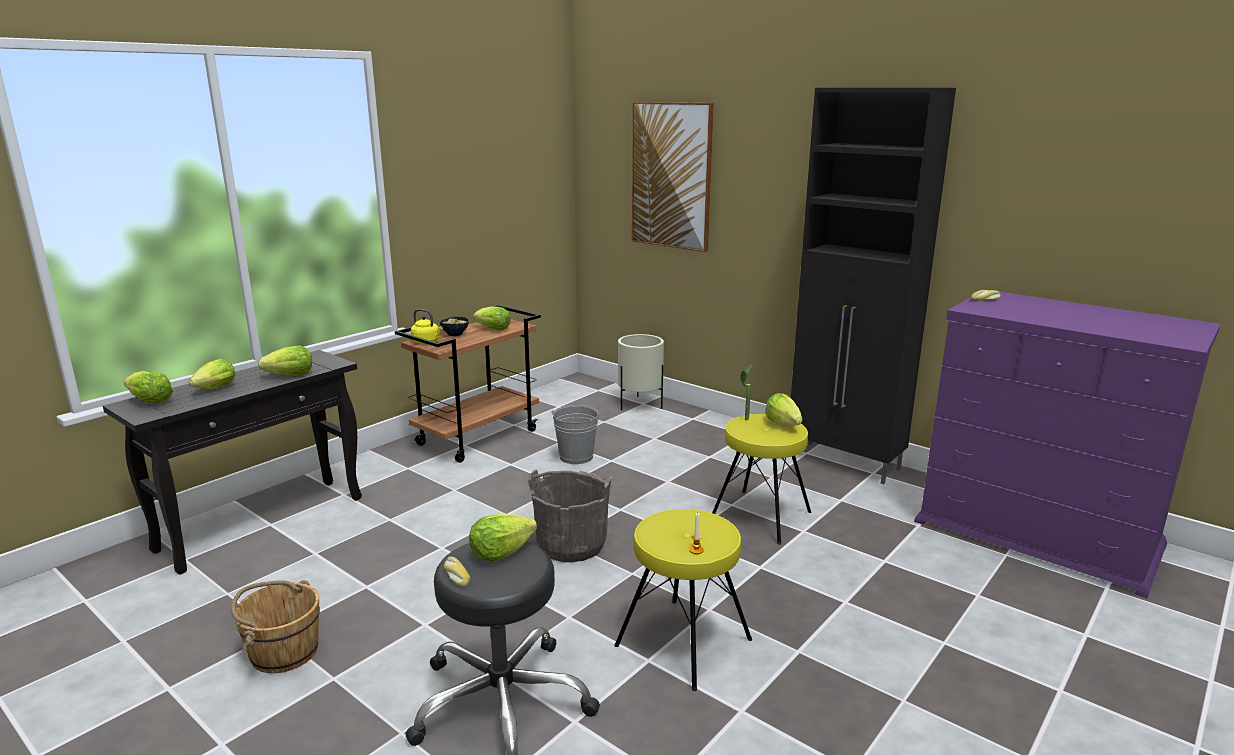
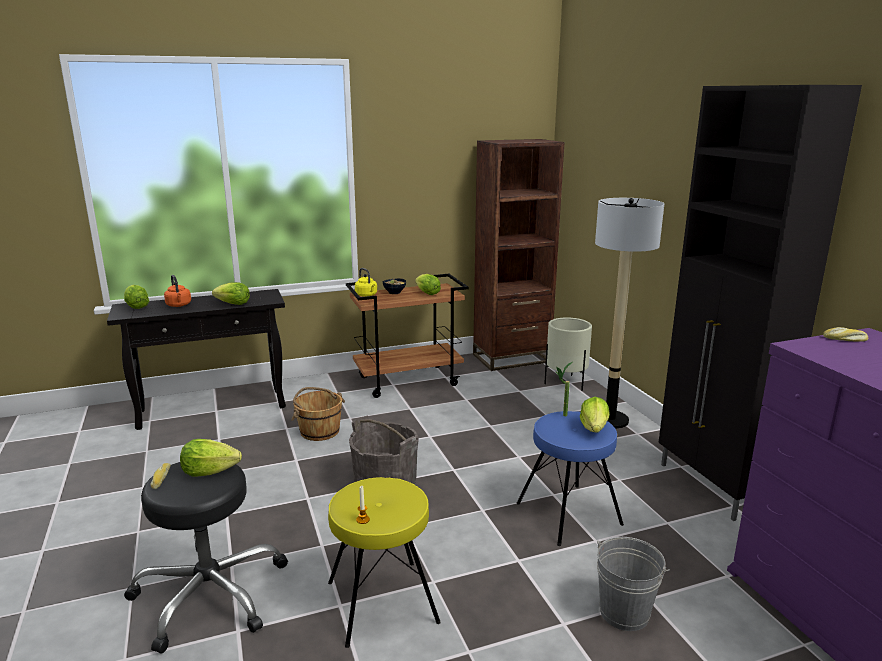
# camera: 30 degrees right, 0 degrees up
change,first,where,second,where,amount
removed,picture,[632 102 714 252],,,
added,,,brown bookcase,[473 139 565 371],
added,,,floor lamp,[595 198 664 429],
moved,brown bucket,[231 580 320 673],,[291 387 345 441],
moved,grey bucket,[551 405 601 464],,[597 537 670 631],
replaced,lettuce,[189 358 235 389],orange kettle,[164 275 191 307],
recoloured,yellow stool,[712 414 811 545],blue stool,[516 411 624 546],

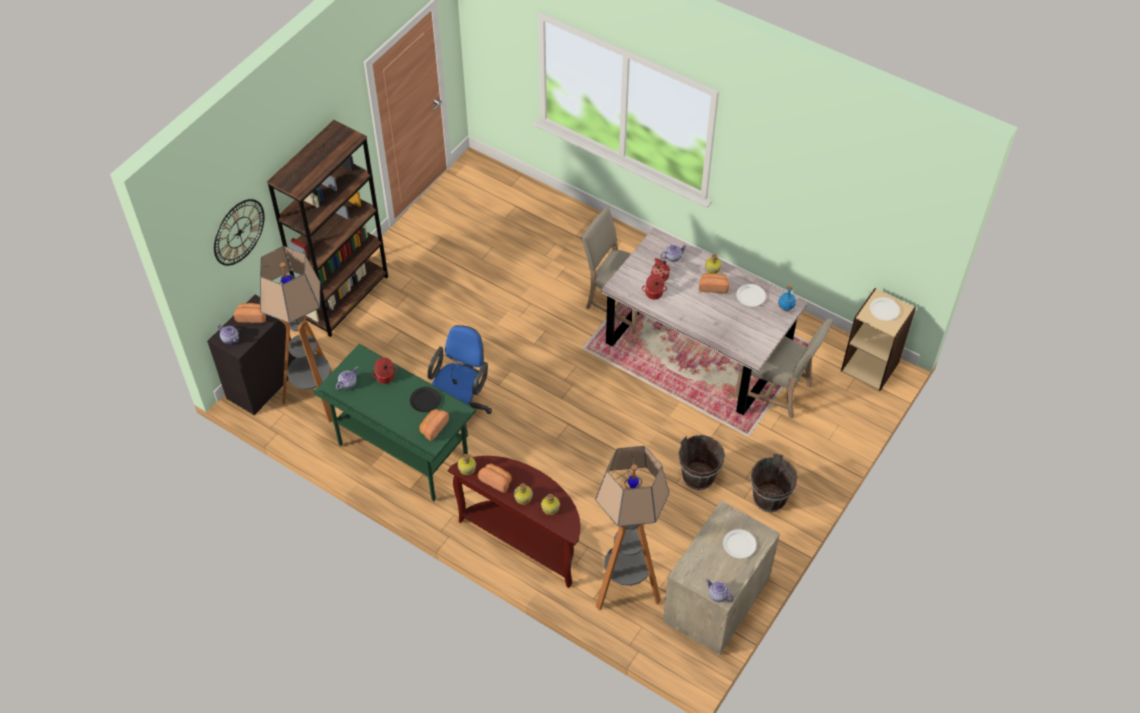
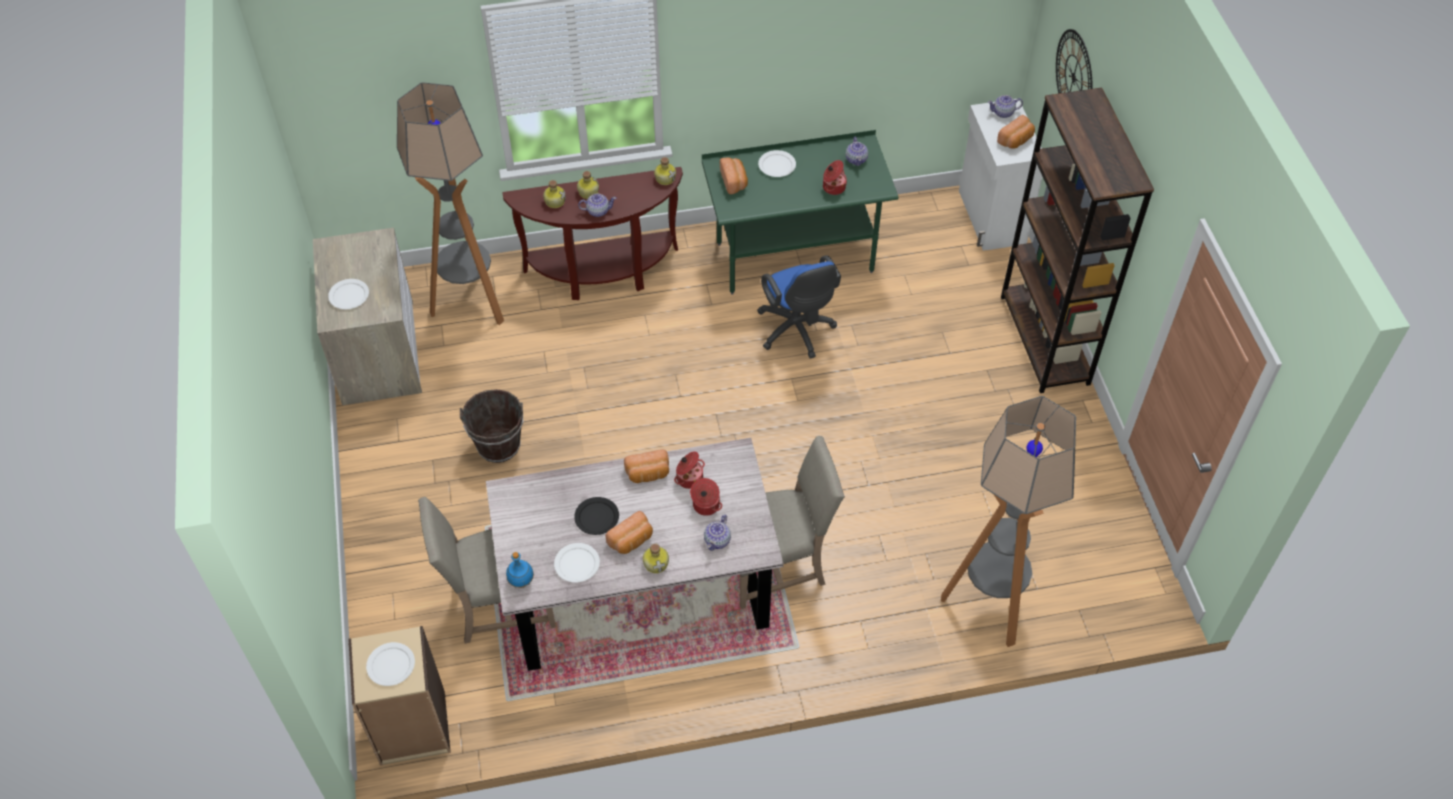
# camera: 135 degrees right, 0 degrees up
change,first,where,second,where,amount
removed,brown bucket,[750 453 798 512],,,
added,,,white plate,[758 150 796 177],
moved,floor lamp,[260 246 333 423],,[941 396 1076 647],
moved,black plate,[410 387 441 412],,[574 497 619 535],
moved,bread,[478 464 512 493],,[624 450 669 483],
moved,teapot,[706 579 734 602],,[578 194 616 217],
recoloured,black cabinet,[207 295 296 415],white cabinet,[959 99 1043 251],

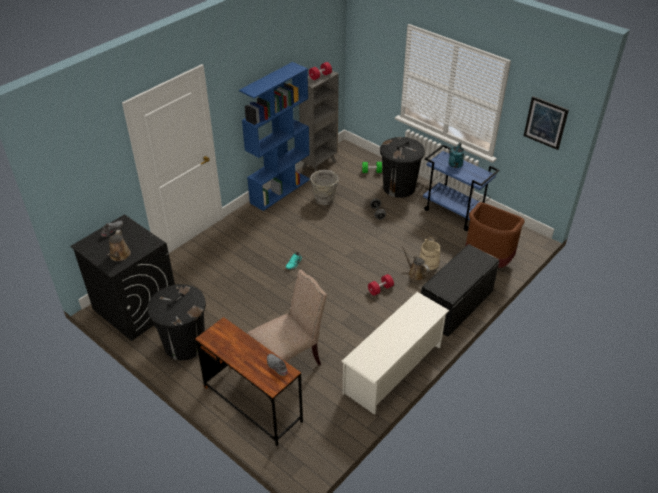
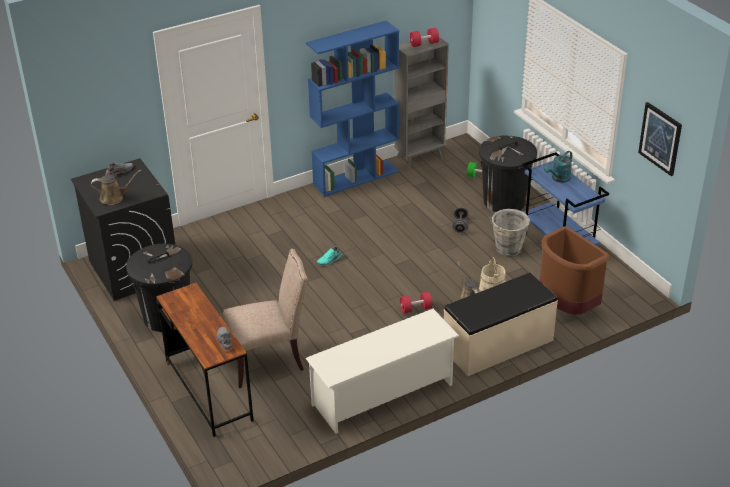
# camera: 20 degrees right, 5 degrees down
change,first,where,second,where,amount
moved,grey bucket,[309 170 339 205],,[489 209 530 256],
recoloured,black bench,[421 244 499 337],beige bench,[444 273 558 376],
turned,brown watering can,[107 230 131 261],,[91 170 141 205],120 degrees counterclockwise

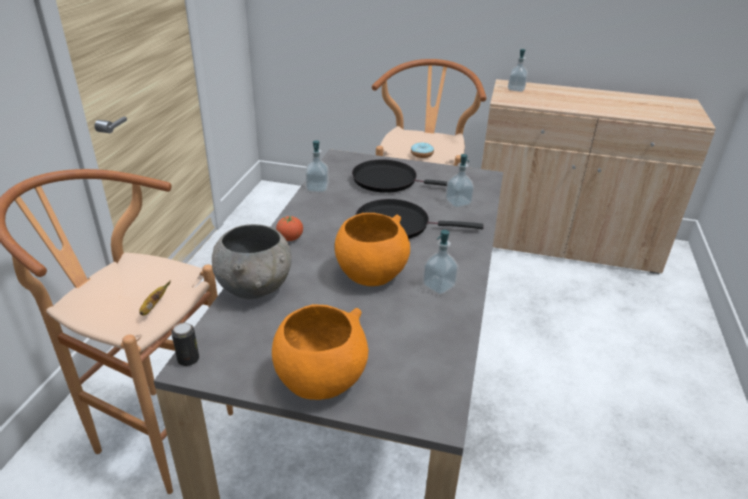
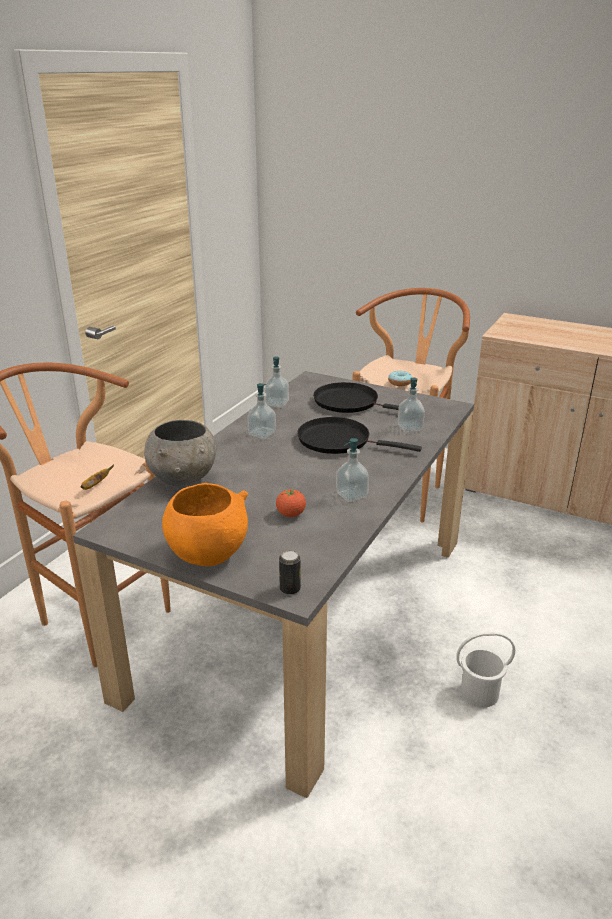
# camera: 15 degrees right, 5 degrees down
change,first,where,second,where,amount
removed,orange bowl,[335 213 410 286],,,
added,,,white bucket,[456 632 515 708],
moved,can,[171 323 199 366],,[279 550 301 595],
moved,tomato,[276 216 303 241],,[276 489 306 517],
moved,soap dispenser,[508 49 528 92],,[247 383 276 439],

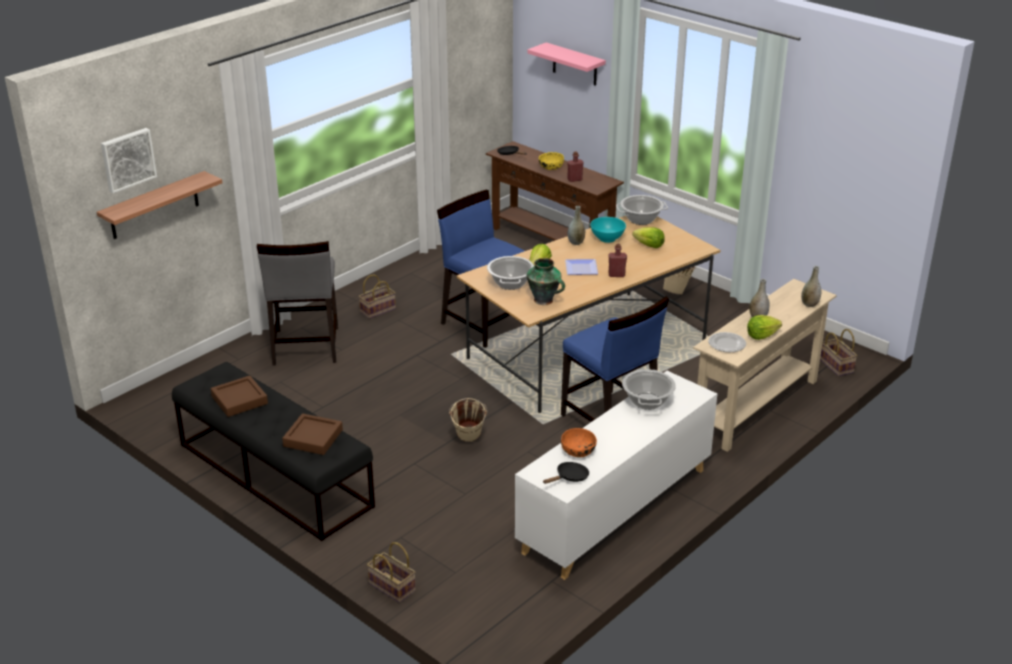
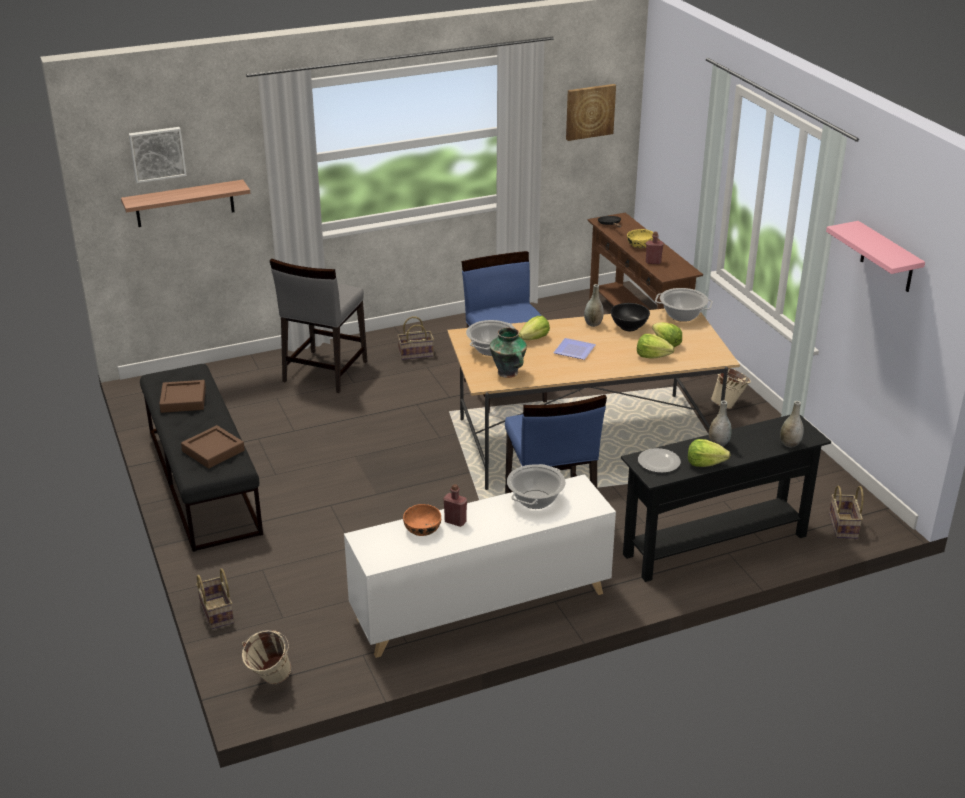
# camera: 25 degrees right, 0 degrees up
change,first,where,second,where,amount
removed,black frying pan,[543 462 589 484],,,
added,,,picture,[566 84 616 141],
added,,,lettuce,[637 334 675 359],
moved,beige bucket,[449 398 487 442],,[242 630 291 684],
moved,pink shelf,[527 42 606 86],,[826 221 925 292],
moved,red bottle,[609 244 627 277],,[444 484 467 527],
recoloured,turquoise bowl,[590 217 626 243],black bowl,[611 303 650 331],
recoloured,beige console table,[693 279 837 452],black console table,[621 415 831 582],

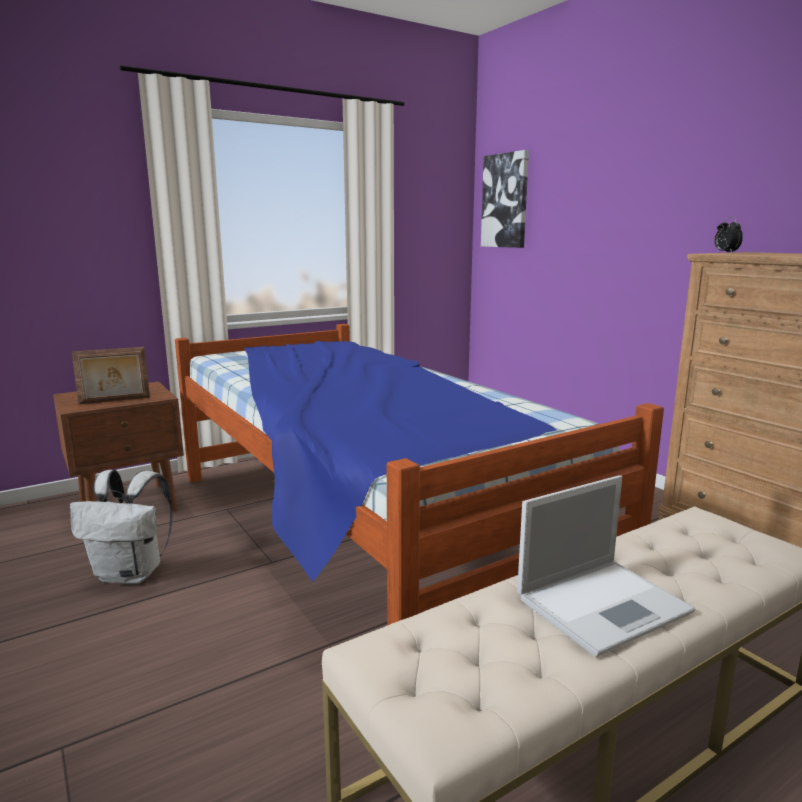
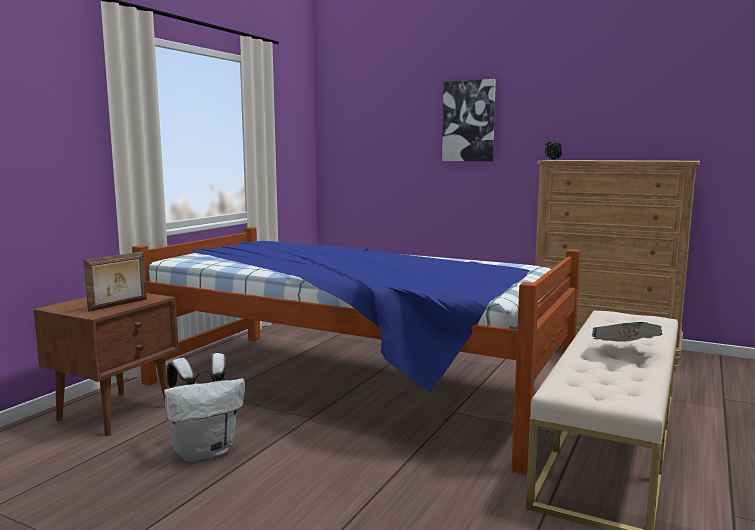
# camera: 30 degrees left, 5 degrees down
change,first,where,second,where,amount
moved,picture,[481 150 529 248],,[442 79 496 161],
replaced,laptop,[517 475 695 657],newspaper,[592 322 662 341],

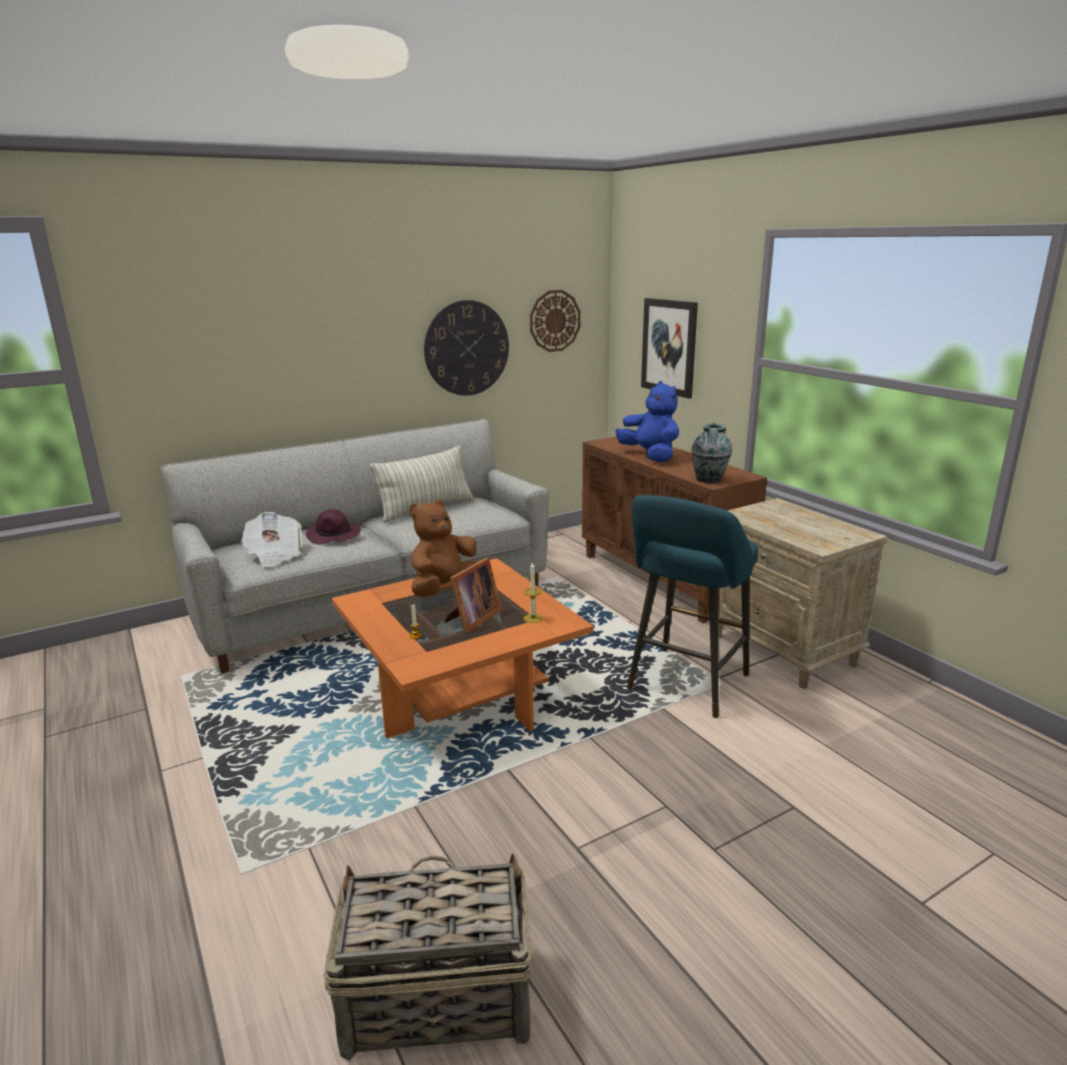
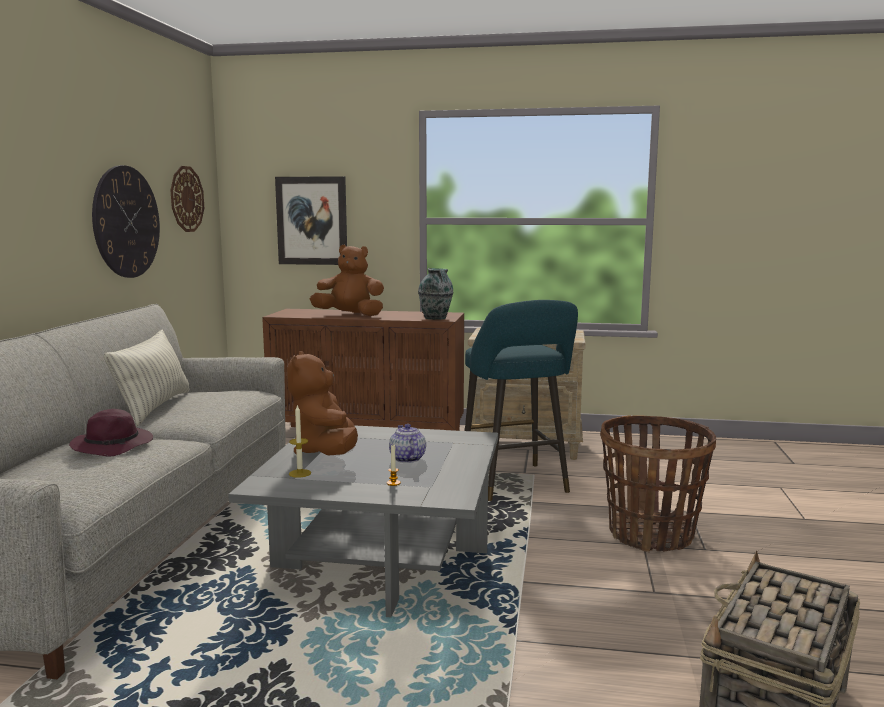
# camera: 50 degrees left, 10 degrees down
change,first,where,second,where,amount
removed,newspaper,[241 512 302 567],,,
added,,,basket,[600 415 716 552],
moved,candle,[524 562 543 623],,[289 404 311 478],
replaced,picture frame,[445 558 502 632],teapot,[389 424 426 463],
recoloured,orange coffee table,[332 558 594 738],grey coffee table,[228 426 498 618],
recoloured,blue plush toy,[616 381 679 462],brown plush toy,[310 244 384 316],

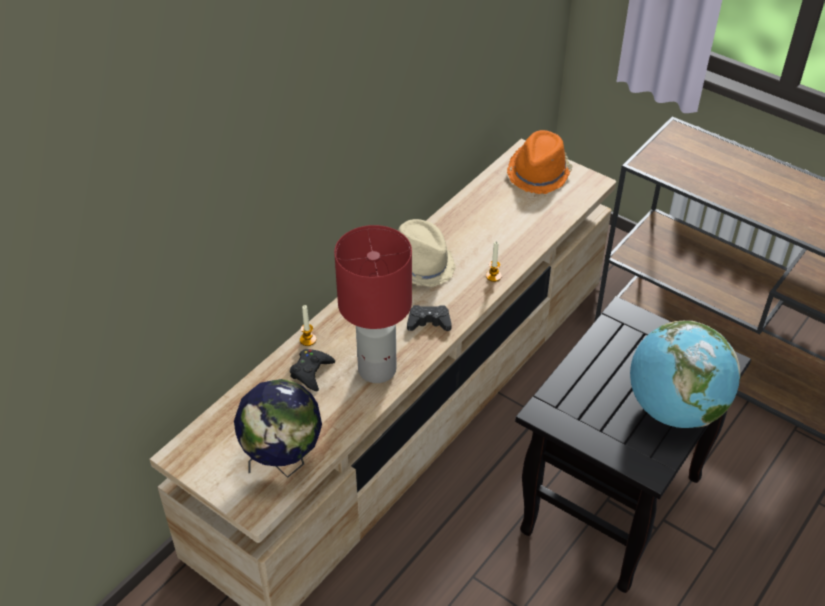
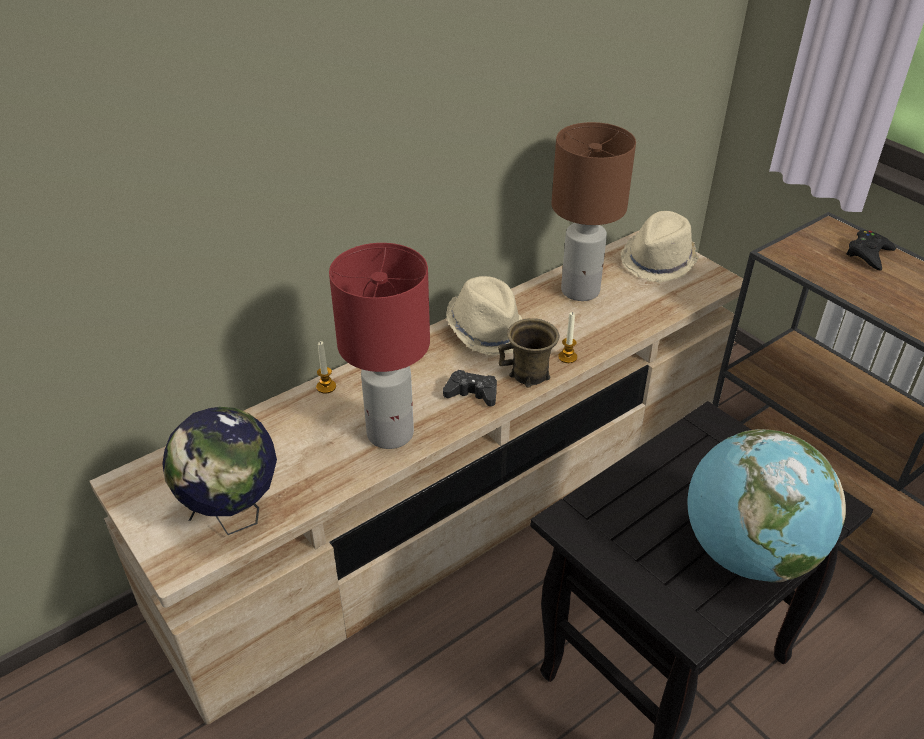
# camera: 15 degrees right, 5 degrees down
change,first,where,second,where,amount
added,,,brown mug,[498 318 559 388],
added,,,brown table lamp,[552 122 636 301],
moved,black game controller,[290 349 335 391],,[846 230 896 271],
recoloured,orange hat,[507 130 573 194],beige hat,[620 211 699 283],

